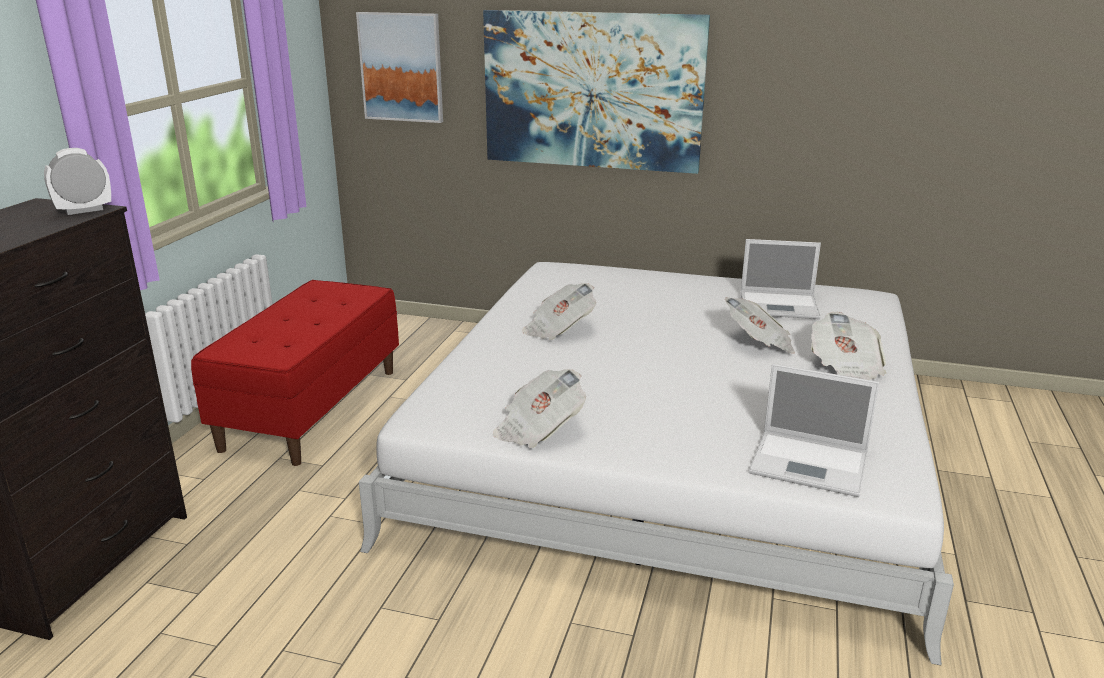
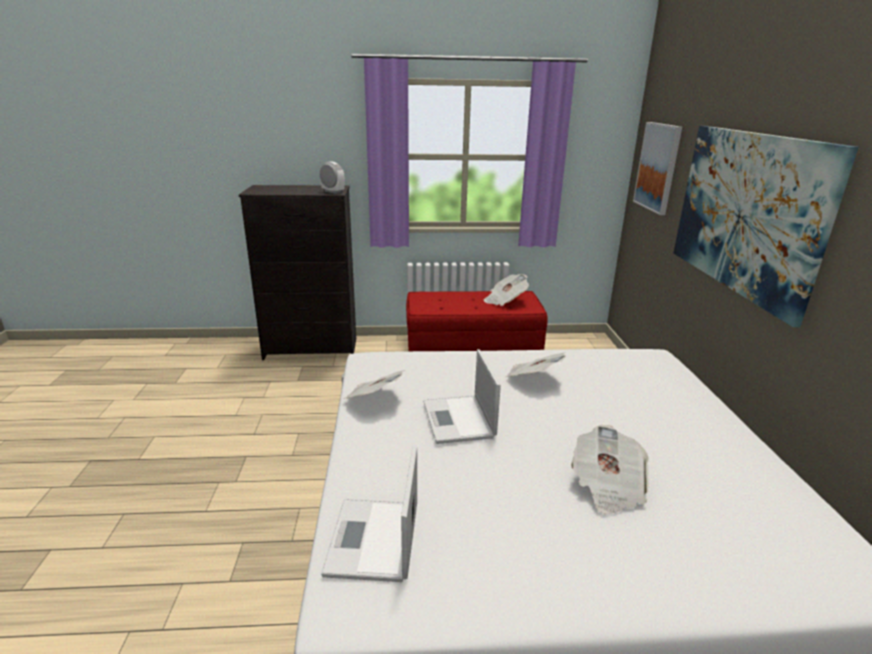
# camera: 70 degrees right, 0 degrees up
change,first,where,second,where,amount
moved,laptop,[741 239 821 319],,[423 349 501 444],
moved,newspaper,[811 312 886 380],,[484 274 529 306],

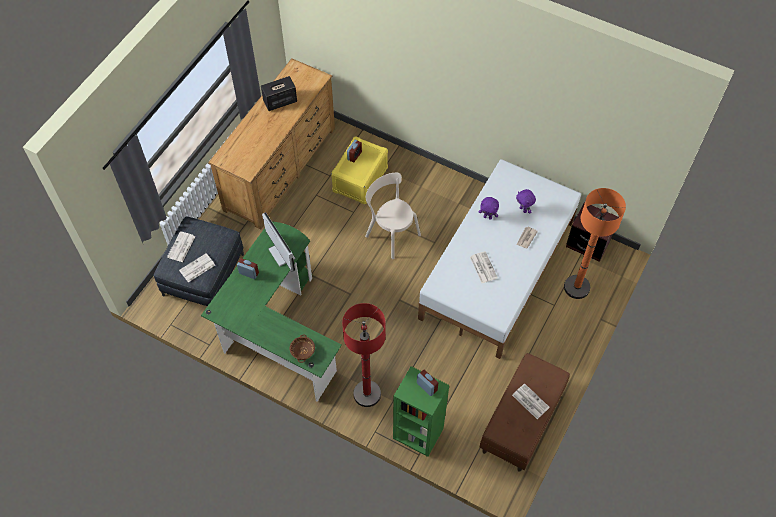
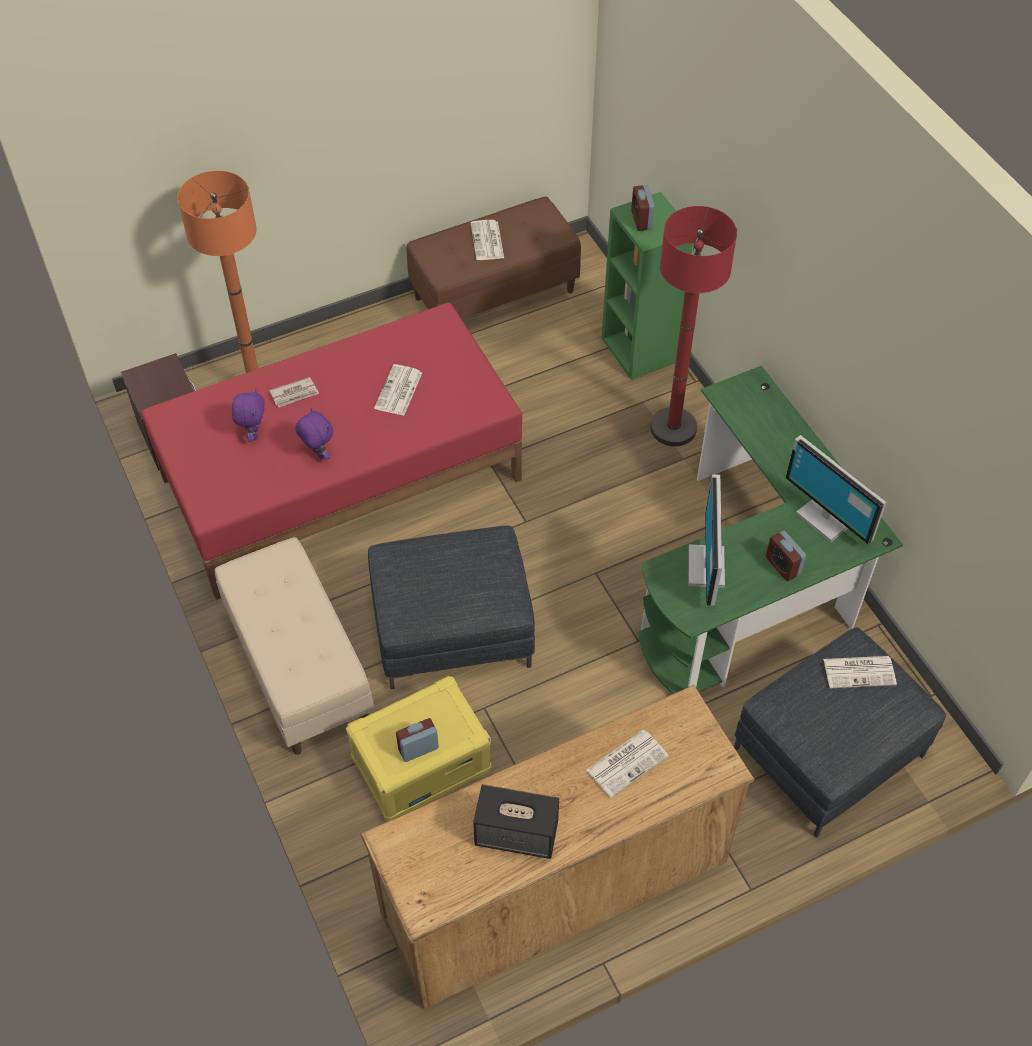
# camera: 145 degrees left, 5 degrees down
change,first,where,second,where,amount
removed,brown bowl,[290 334 315 363],,,
added,,,beige bench,[215 537 374 755],
added,,,monitor,[786 435 886 544],
moved,newspaper,[167 231 195 262],,[587 730 669 798],
replaced,beige chair,[365 173 421 259],grey ottoman,[368 526 535 689],
recoloured,white bed,[418 159 581 359],red bed,[141 303 522 600],

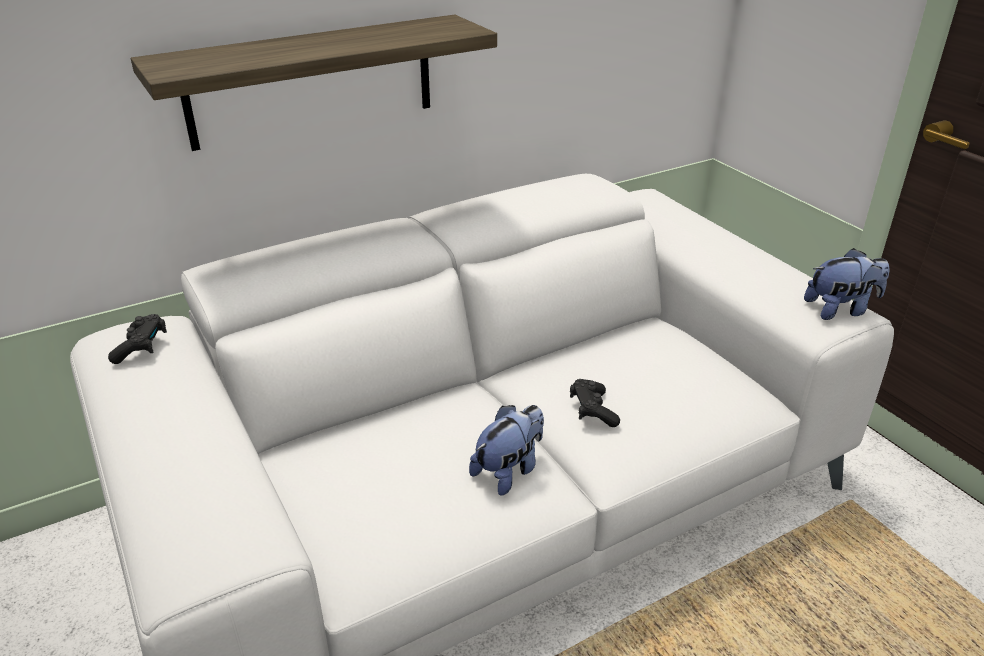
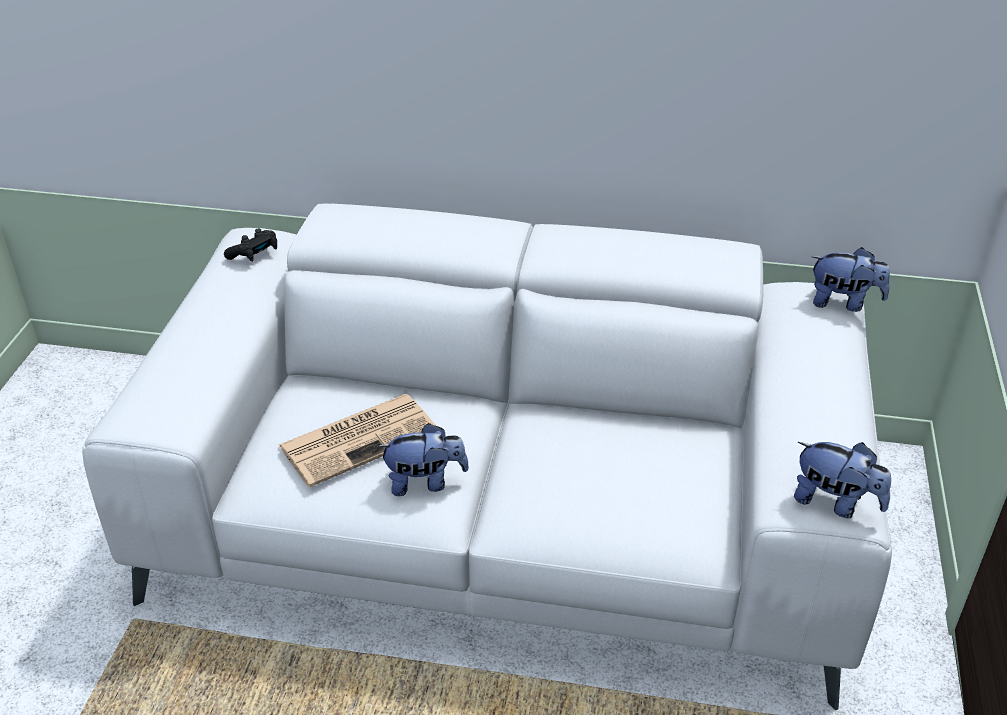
# camera: 40 degrees right, 5 degrees up
change,first,where,second,where,amount
removed,shelf,[131 15 497 151],,,
removed,black game controller,[570 379 620 427],,,
added,,,newspaper,[278 394 436 487],
added,,,plush toy,[812 247 890 312],

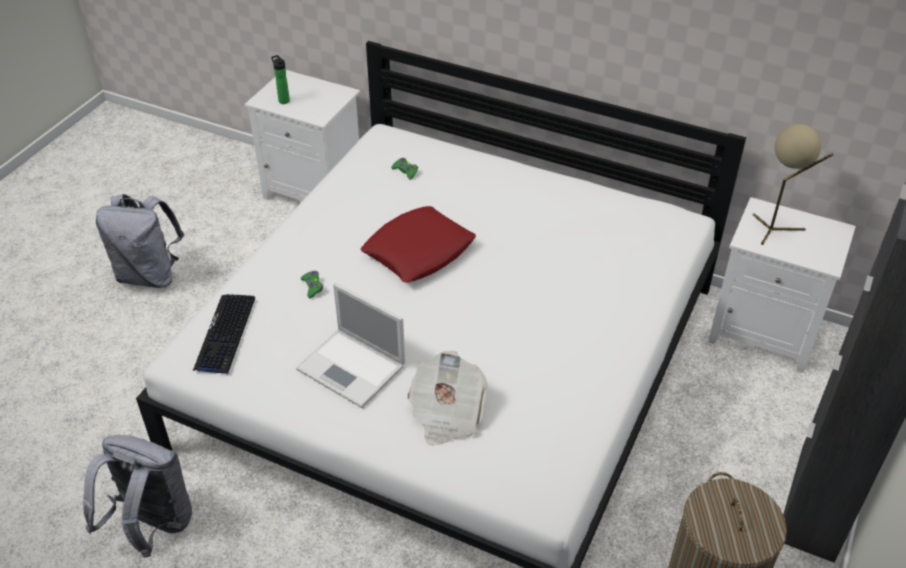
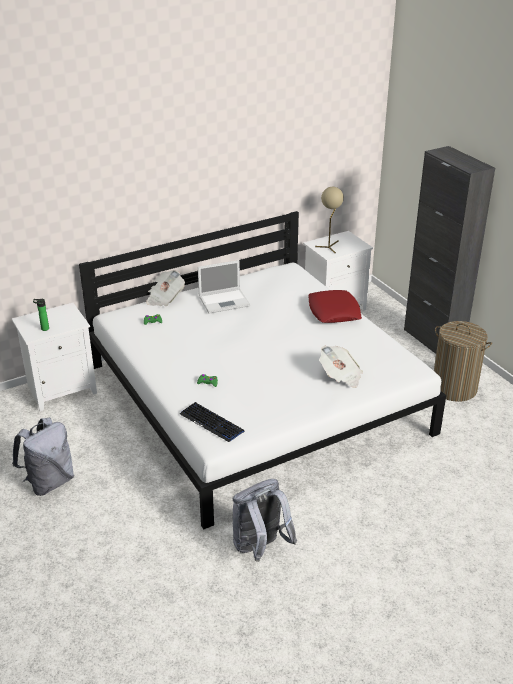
# camera: 55 degrees left, 10 degrees down
change,first,where,second,where,amount
added,,,newspaper,[146 270 185 306],
moved,laptop,[296 283 405 408],,[198 260 250 314],
moved,red pillow,[361 206 476 283],,[308 290 362 323],

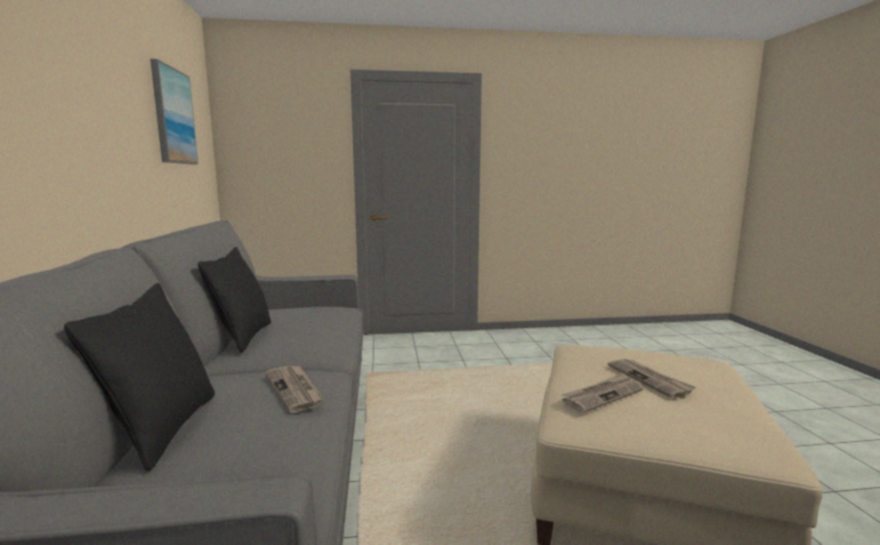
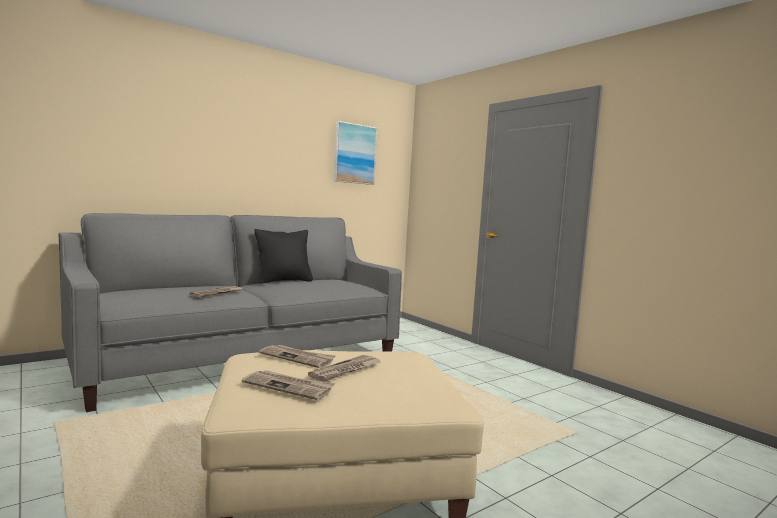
# camera: 60 degrees right, 5 degrees down
change,first,where,second,where,amount
removed,black pillow,[64 283 215 471],,,
added,,,newspaper,[242 370 335 400],

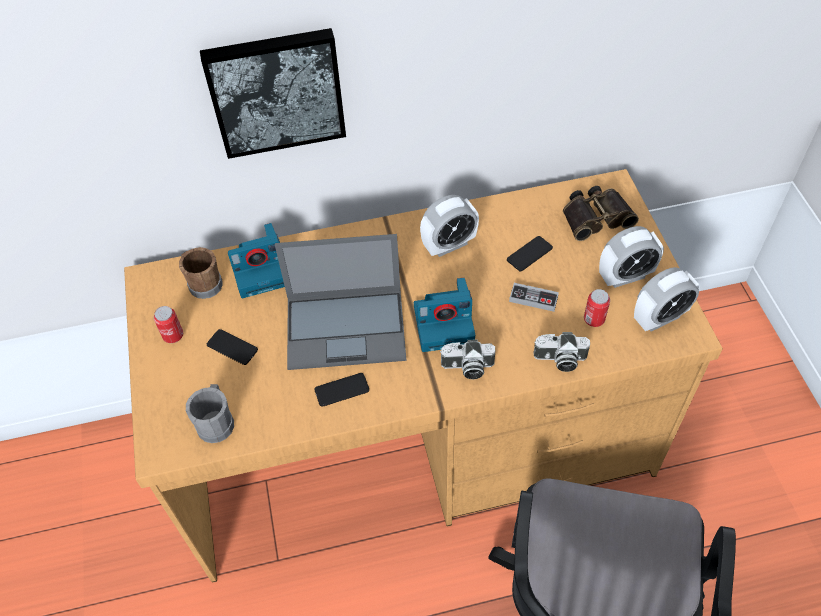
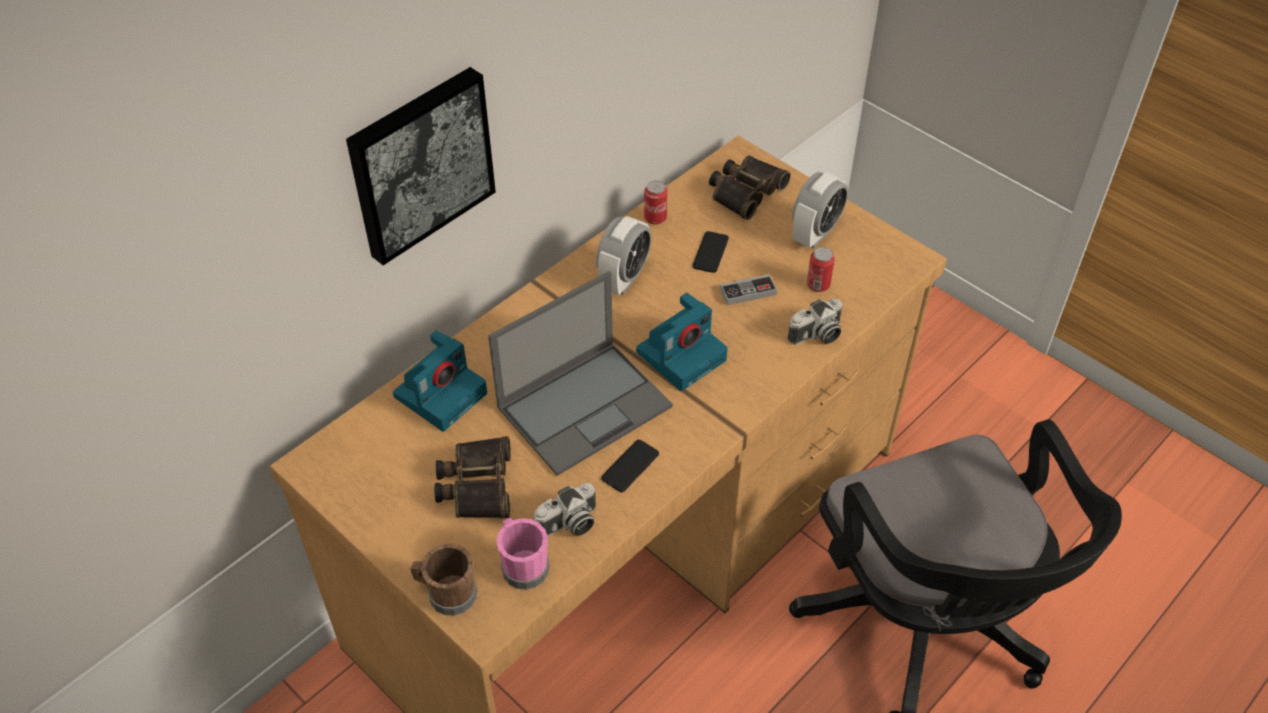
# camera: 35 degrees left, 5 degrees down
change,first,where,second,where,amount
removed,alarm clock,[634 267 700 331],,,
moved,can,[154 306 183 343],,[644 181 667 225],
moved,brown mug,[179 247 223 299],,[410 544 477 616],
moved,photo camera,[440 339 495 379],,[534 483 596 536],
replaced,phone,[207 329 258 365],binoculars,[434 436 511 518],
recoloured,grey mug,[186 384 234 443],pink mug,[496 518 549 590],

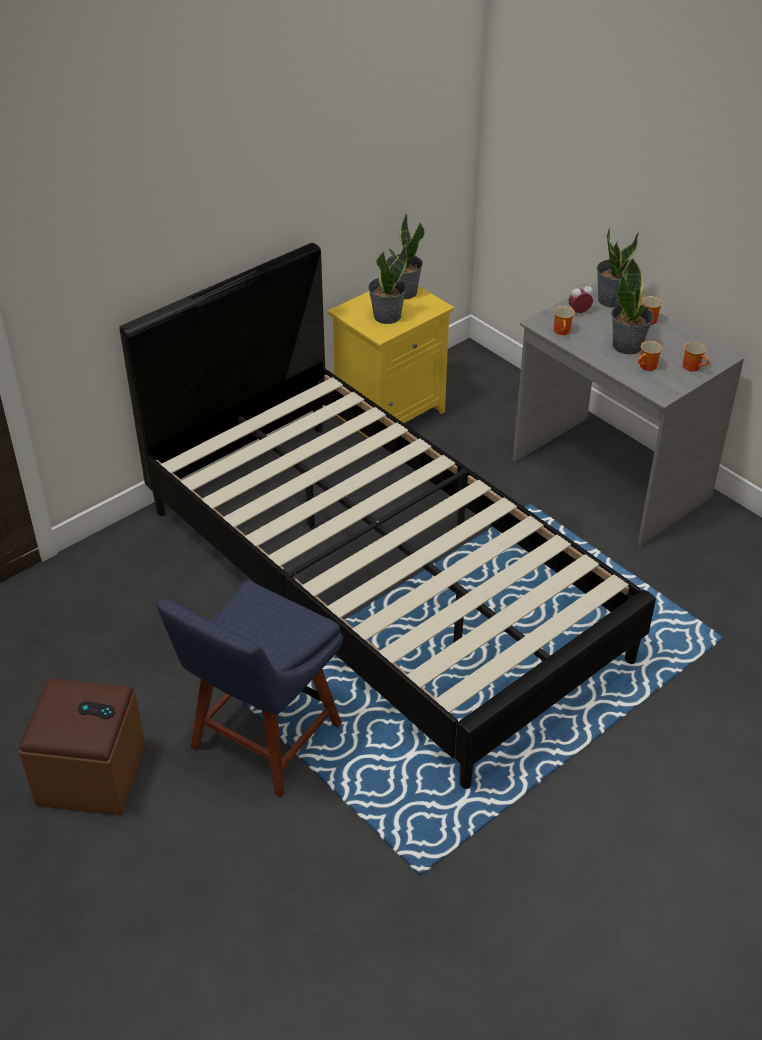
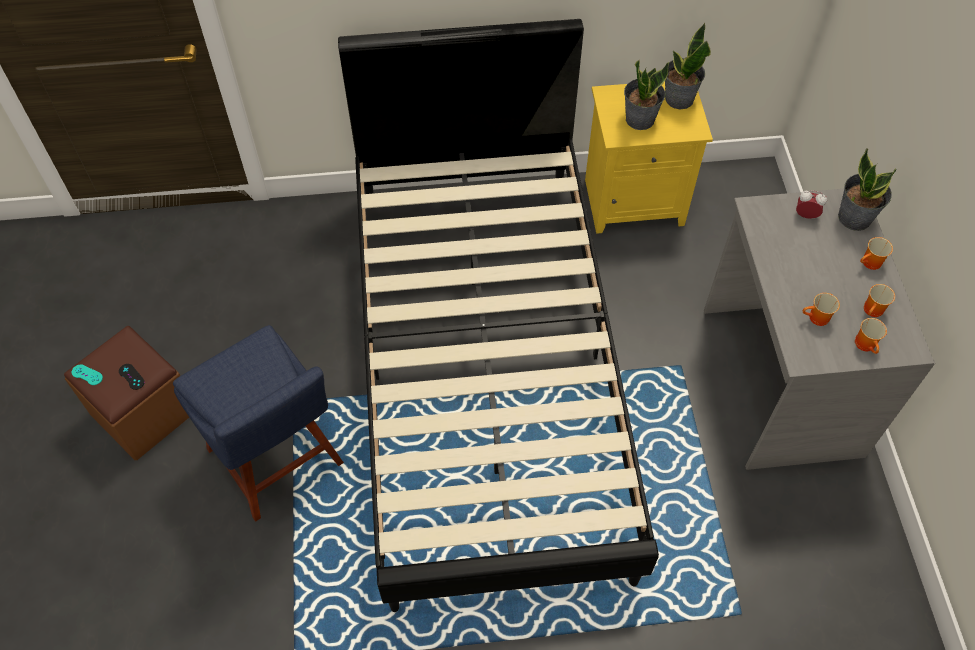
# camera: 35 degrees right, 15 degrees up
change,first,where,second,where,amount
removed,potted plant,[611 258 654 354],,,
added,,,turquoise game controller,[72 364 103 385],
moved,mug,[554 306 575 335],,[864 284 895 317],
turned,blue chair,[156 580 343 798],,[173 325 344 522],105 degrees counterclockwise

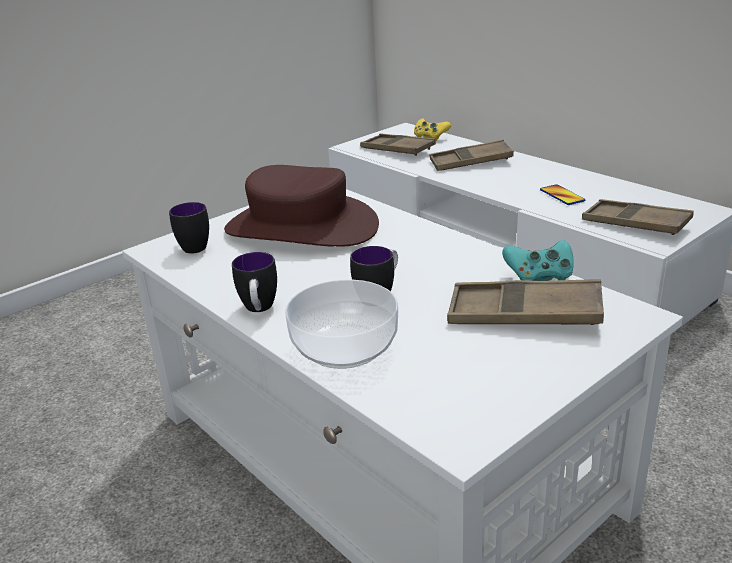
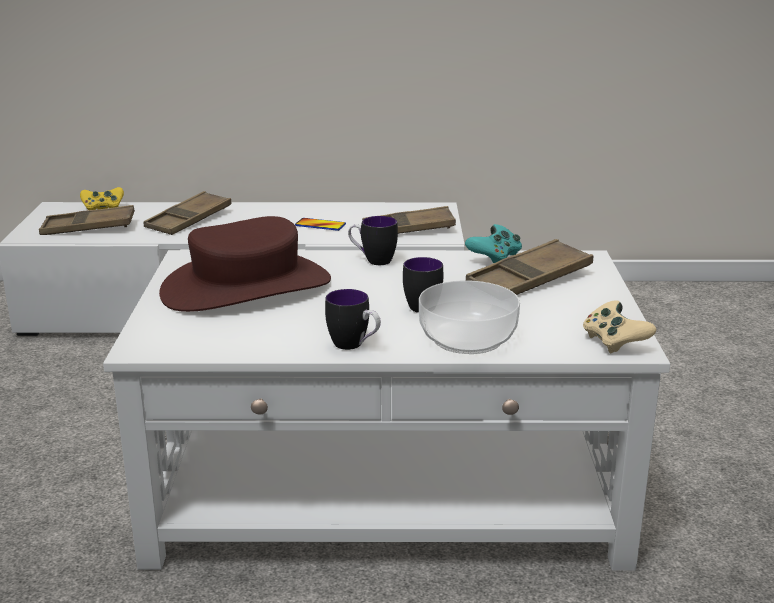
# camera: 50 degrees left, 5 degrees down
change,first,where,second,where,amount
added,,,beige game controller,[583 300 656 354],
moved,mug,[169 202 209 254],,[348 216 398 265],

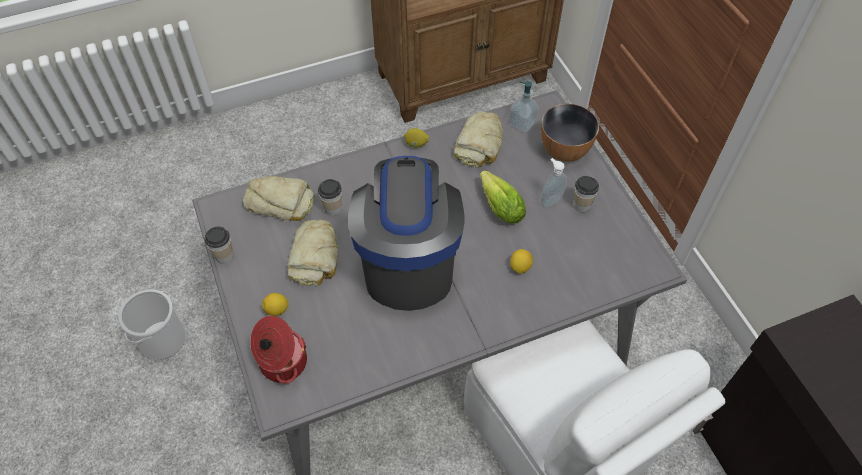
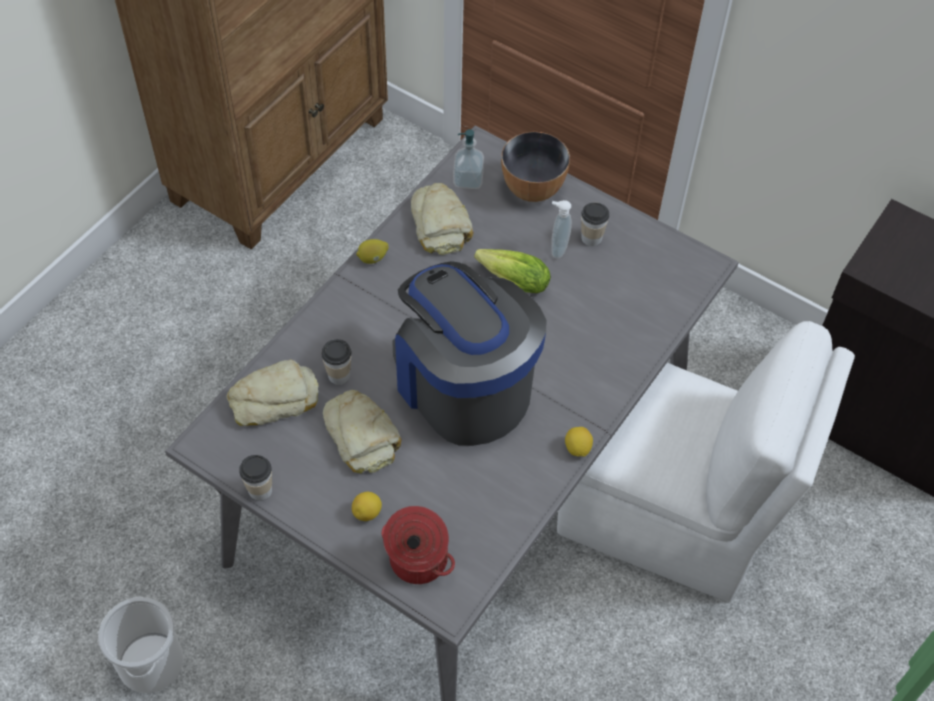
# camera: 35 degrees left, 0 degrees up
change,first,where,second,where,amount
moved,lemon,[510 249 533 274],,[565 427 593 457],

